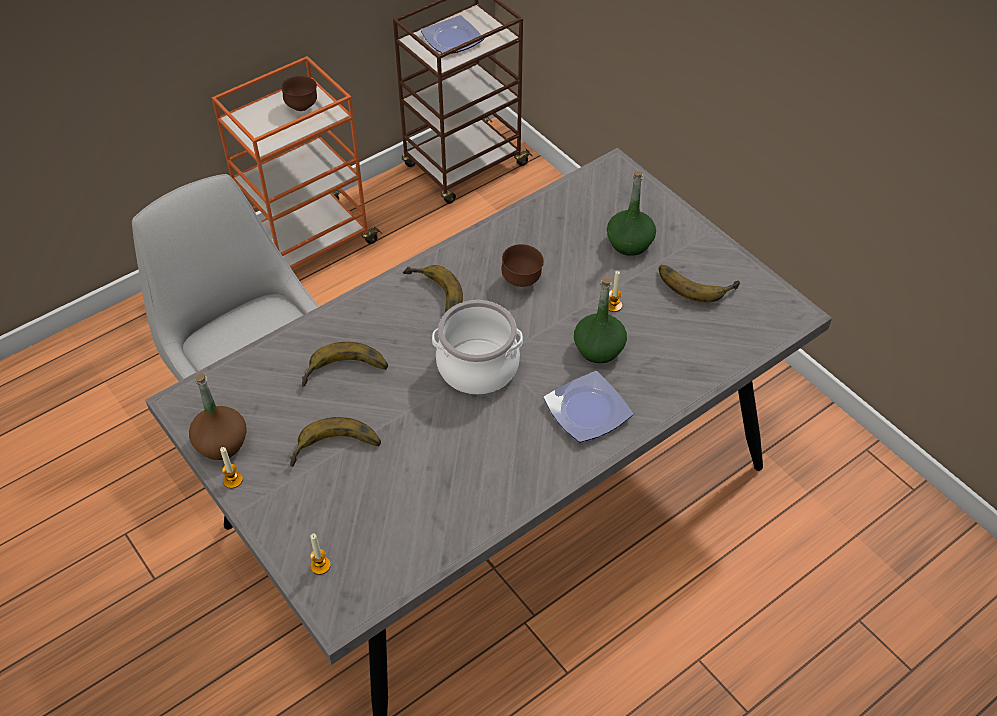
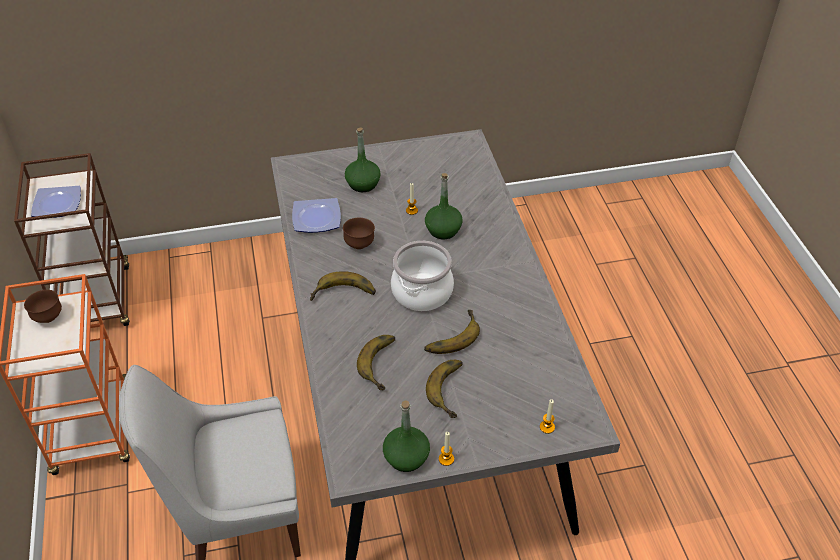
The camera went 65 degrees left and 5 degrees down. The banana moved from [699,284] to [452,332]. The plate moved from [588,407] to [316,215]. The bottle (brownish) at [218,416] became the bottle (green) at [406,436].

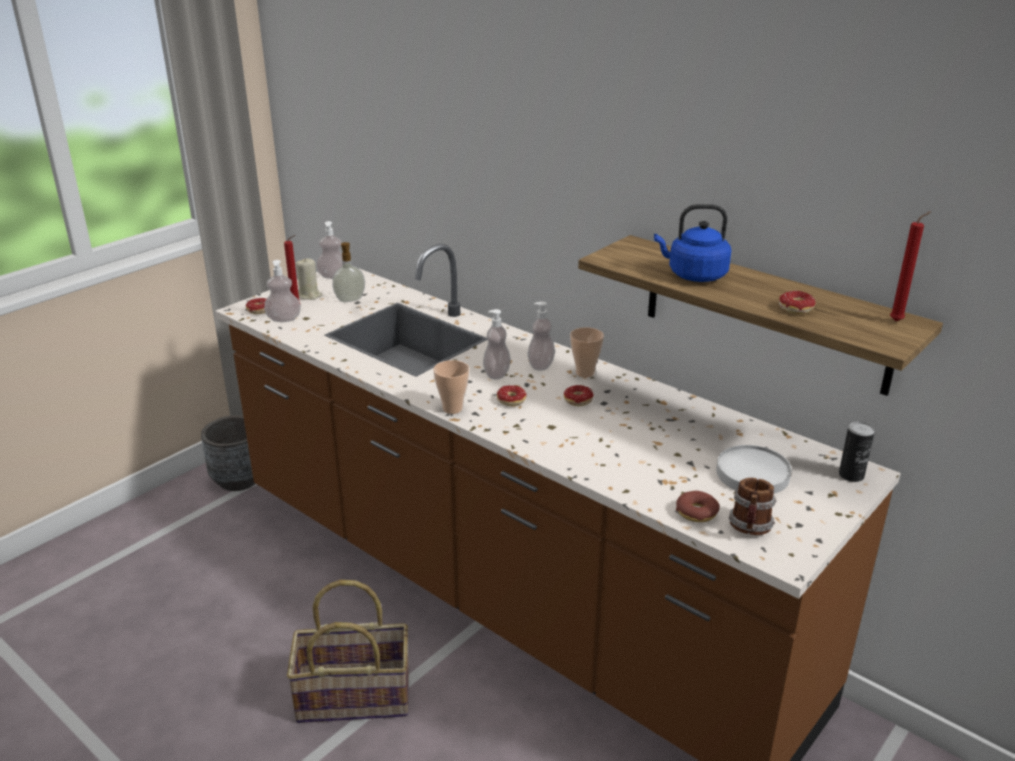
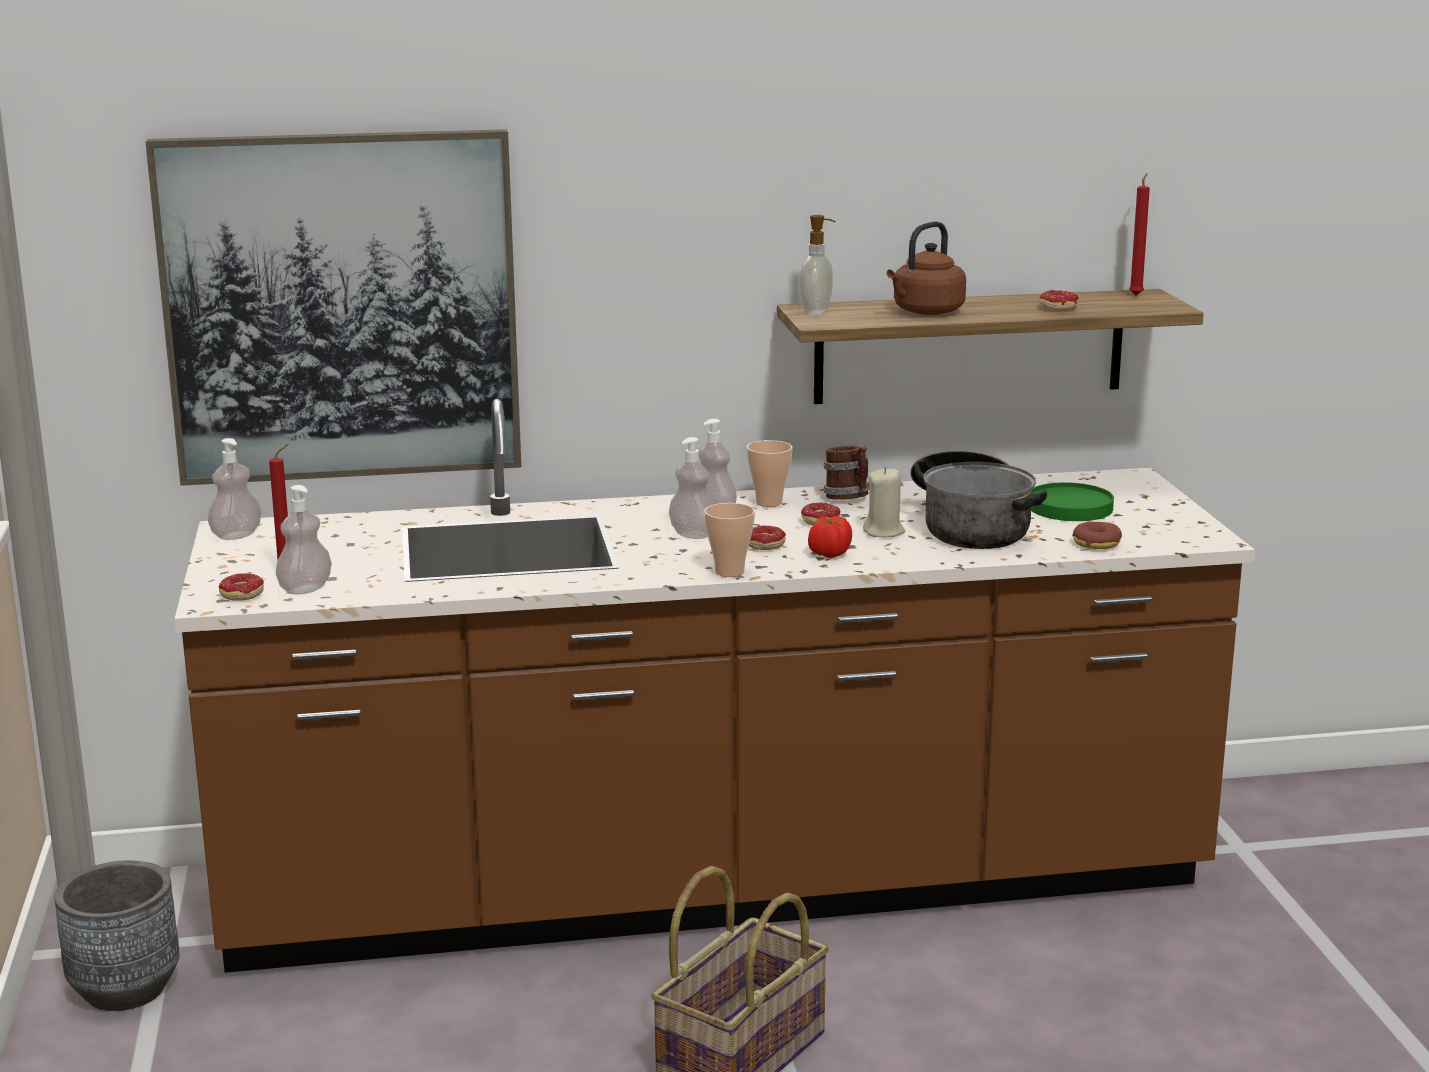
The camera went 50 degrees left and 10 degrees down. The kettle (bluish) at [692,243] became the kettle (brownish) at [926,268]. The soap dispenser moved from [348,272] to [818,265]. The candle (beige) moved from [309,279] to [884,502]. The can at [857,452] disappeared. The plate (white-coloured) at [754,469] became the plate (green) at [1072,501]. The coffee mug moved from [753,506] to [846,473]. The wall picture at [333,308] appeared. The stockpot at [978,499] appeared. The fresh tomato at [830,537] appeared.

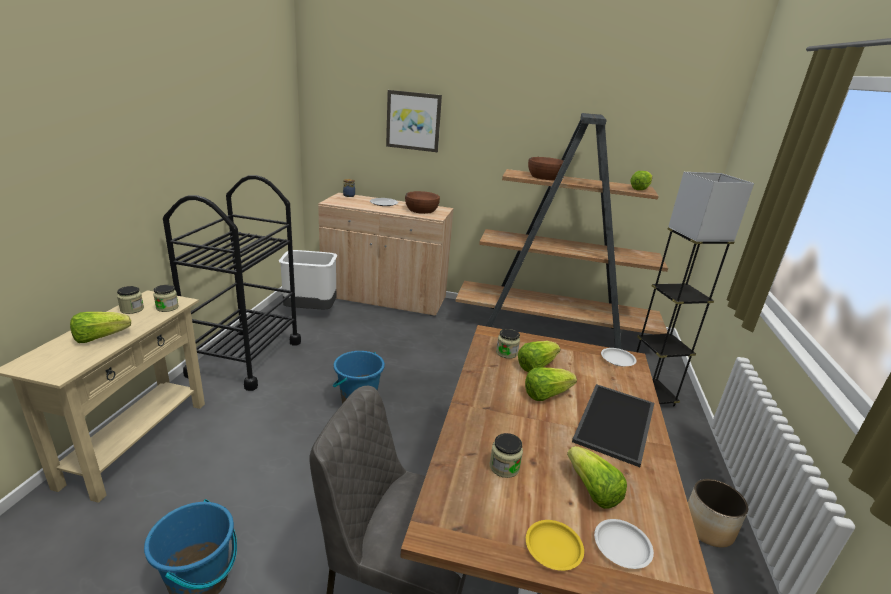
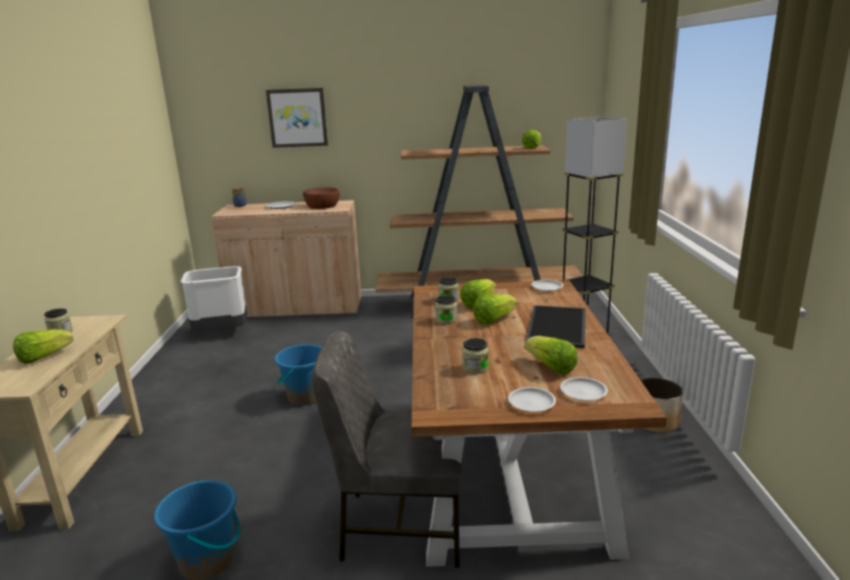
The camera went 10 degrees left and 5 degrees down. The deep dish (brownish) at [546,168] disappeared. The trolley (black) at [232,283] disappeared. The jar moved from [166,298] to [446,309]. The plate (yellow-coloured) at [555,545] became the plate (white-coloured) at [532,399].

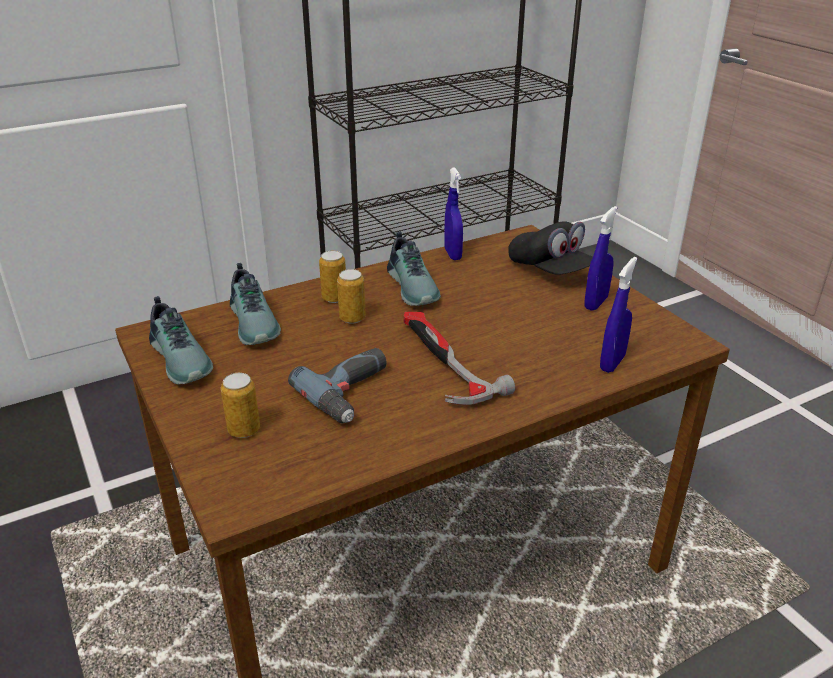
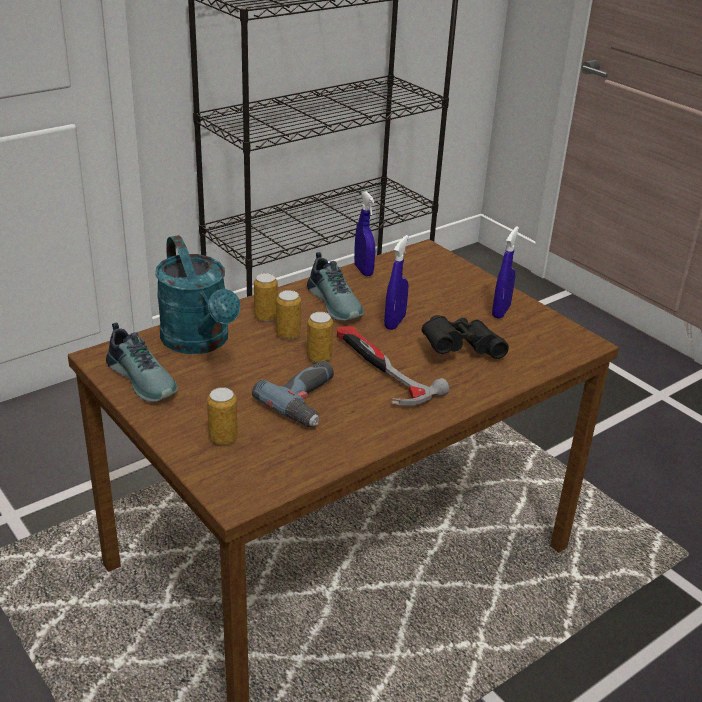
The camera went 10 degrees left and 0 degrees up. The cap (black) at [550,248] disappeared. The spray bottle (bluish) moved from [618,315] to [396,282]. The low shoe at [255,304] was replaced by the sprinkling can (turquoise) at [197,294]. The can at [320,337] appeared. The pair of binoculars (black) at [465,337] appeared.

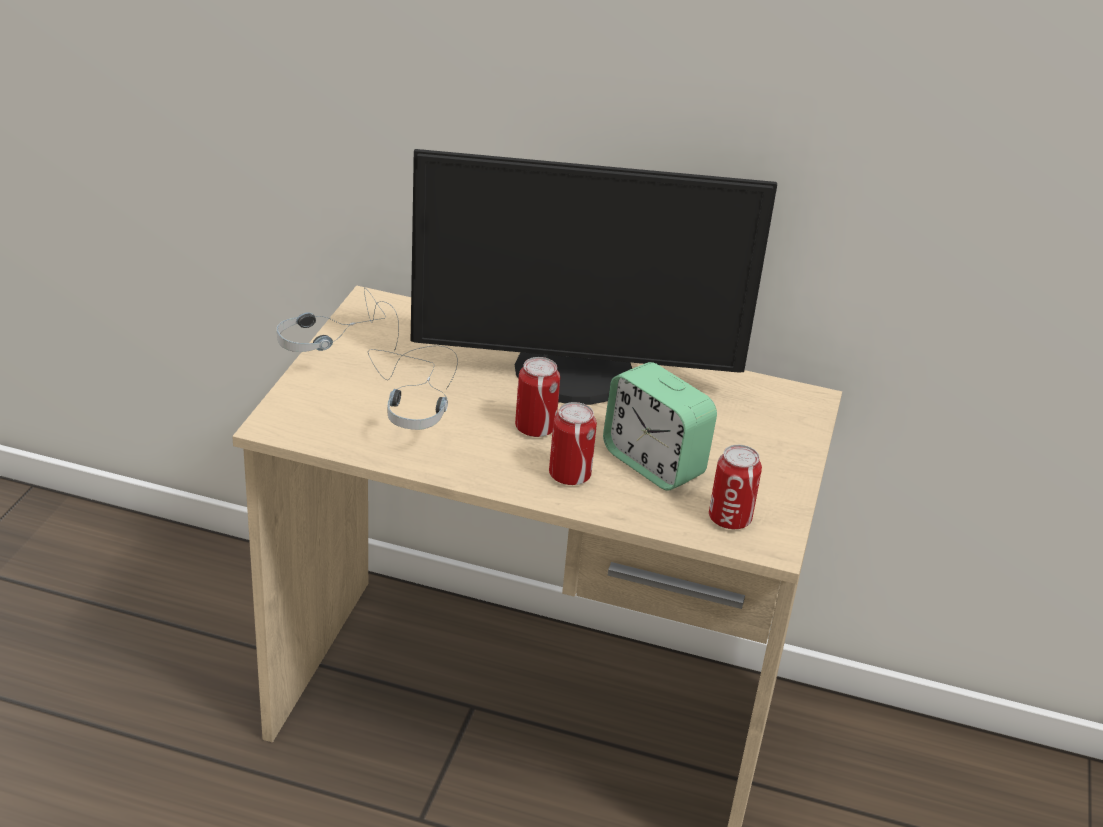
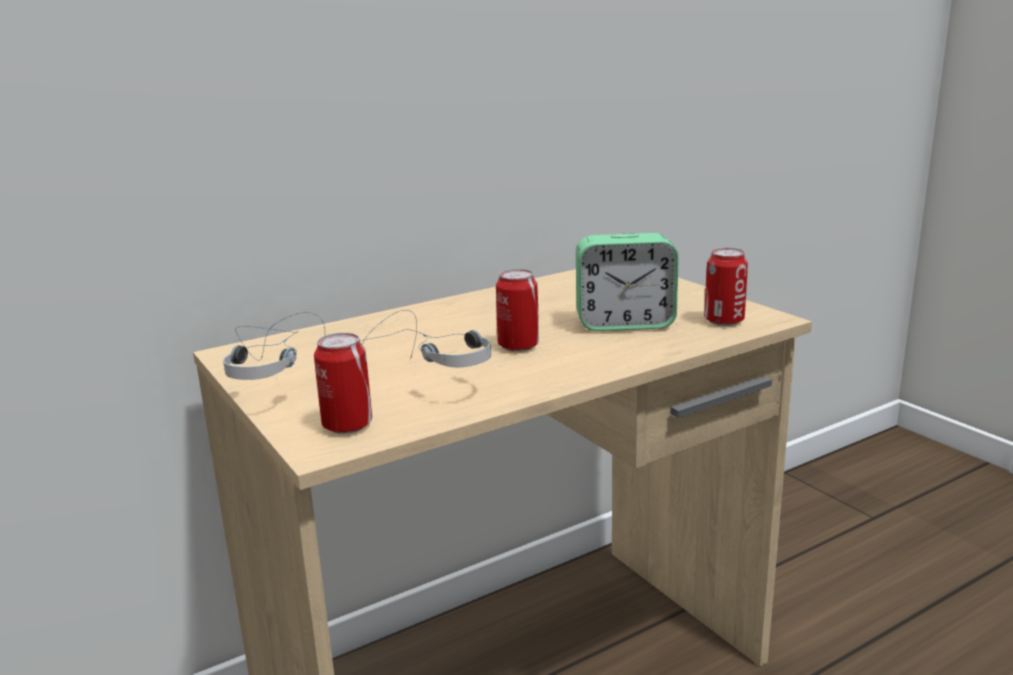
The camera went 45 degrees left and 15 degrees down. The computer screen at [594,277] disappeared. The can moved from [573,443] to [343,383].

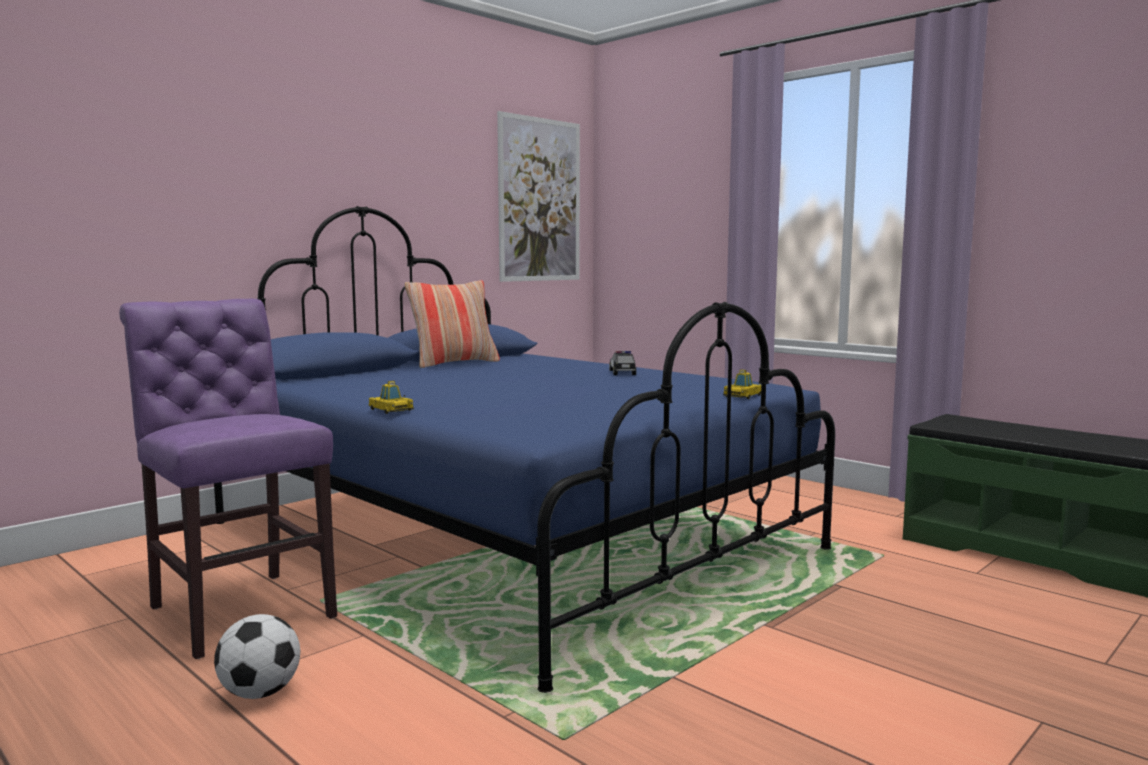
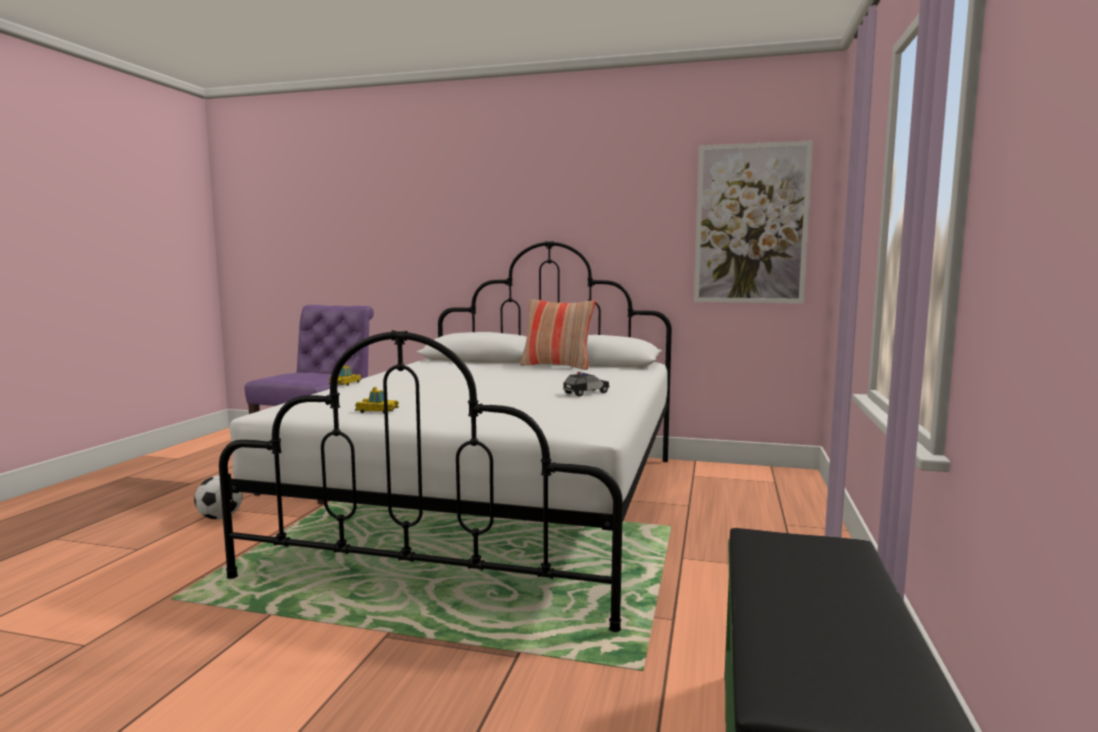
The camera went 60 degrees right and 0 degrees up. The bedroom bed (bluish) at [524,449] became the bedroom bed (white-coloured) at [445,436]. The toy car moved from [742,384] to [377,400].

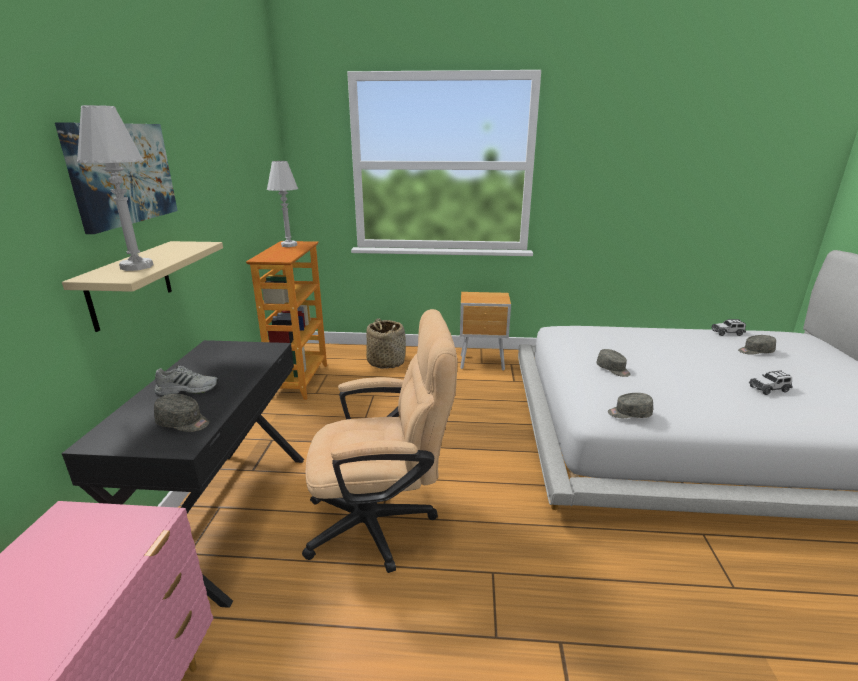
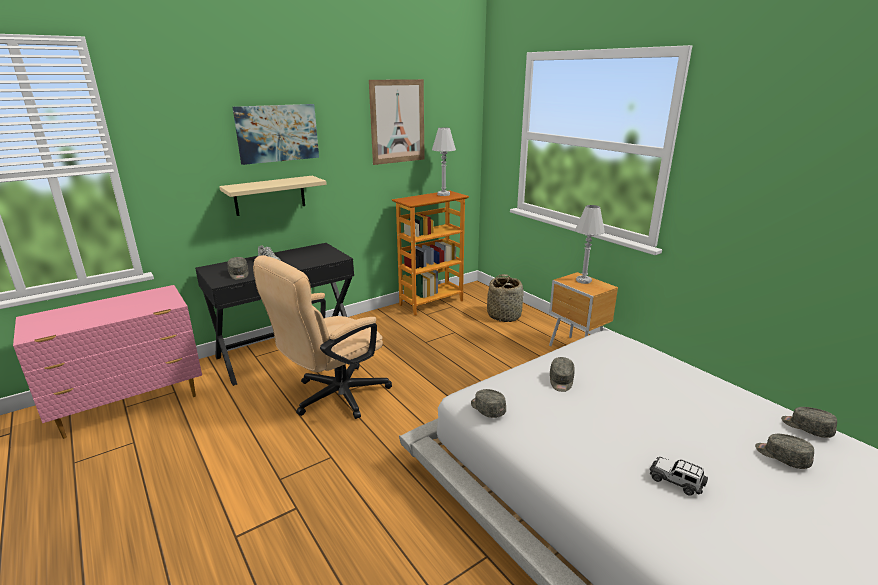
The camera went 50 degrees right and 0 degrees up. The lamp for a table (white-coloured) moved from [115,188] to [590,244]. The desk chair (beige) at [379,441] turned 90 degrees clockwise. The toy car at [728,327] was replaced by the cap (greyish) at [809,422]. The wall picture at [397,122] appeared.

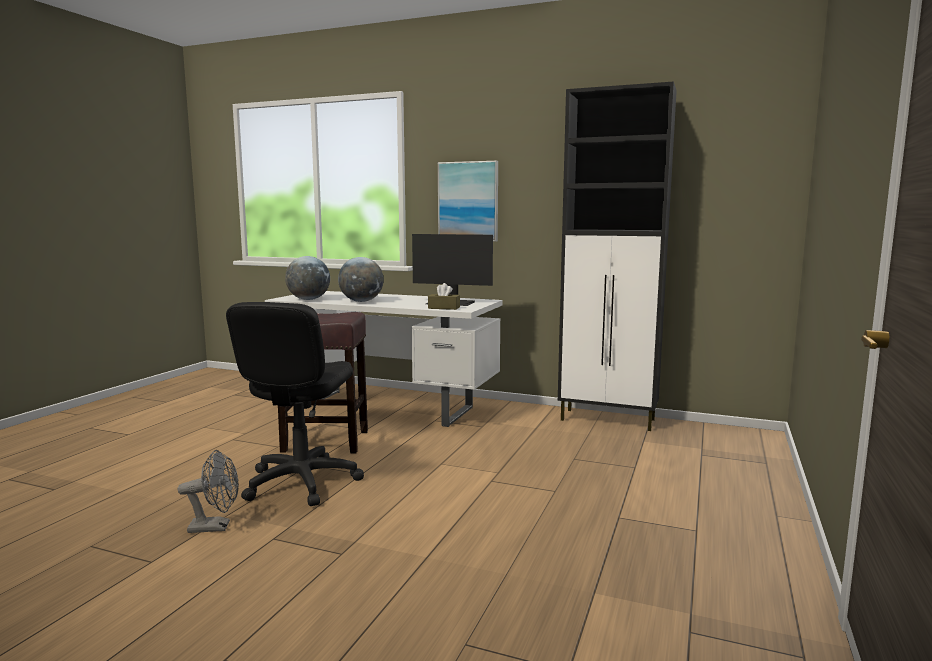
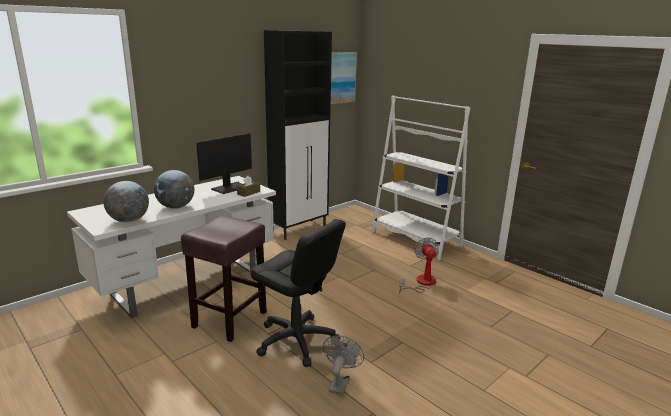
The camera went 65 degrees left and 10 degrees up. The wall picture moved from [468,201] to [344,78]. The bookshelf (white-coloured) at [421,178] appeared. The cooling fan at [418,265] appeared.

